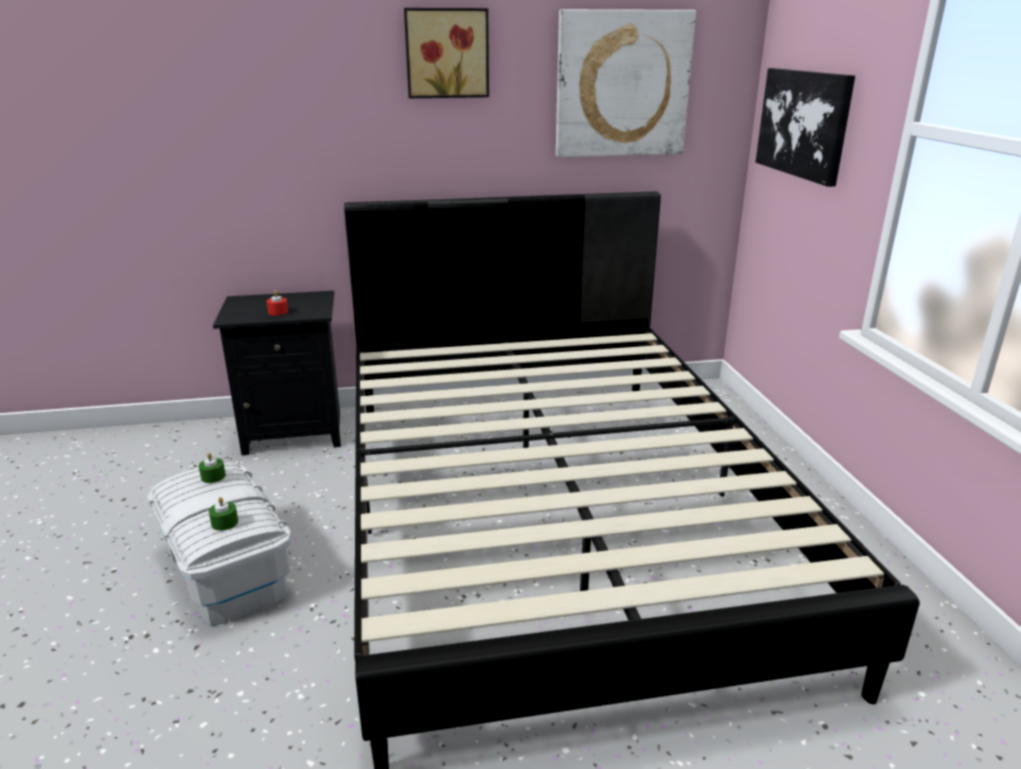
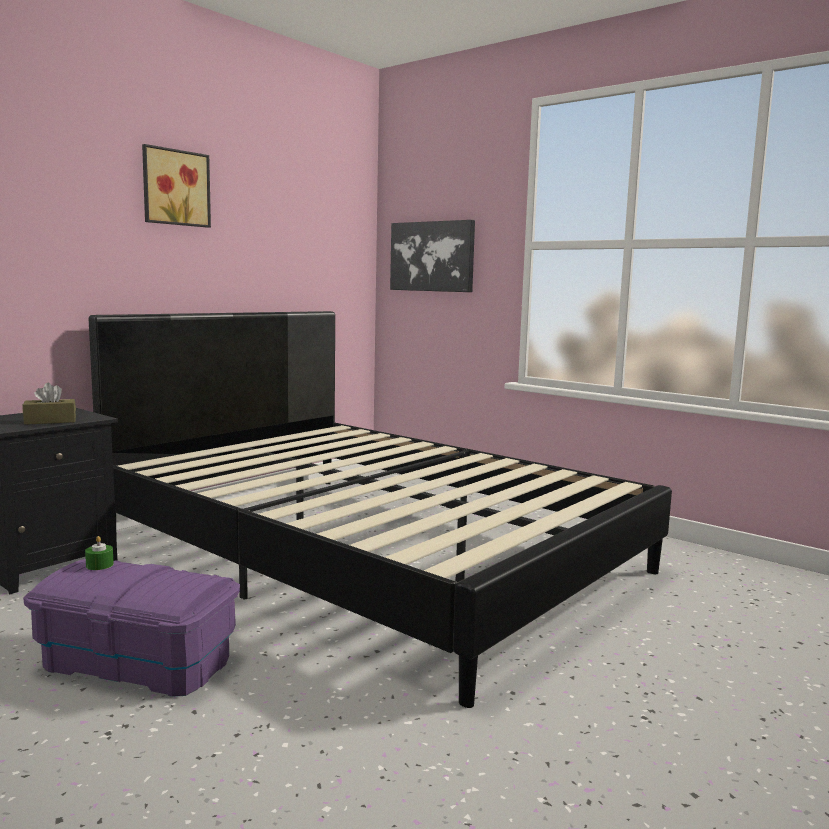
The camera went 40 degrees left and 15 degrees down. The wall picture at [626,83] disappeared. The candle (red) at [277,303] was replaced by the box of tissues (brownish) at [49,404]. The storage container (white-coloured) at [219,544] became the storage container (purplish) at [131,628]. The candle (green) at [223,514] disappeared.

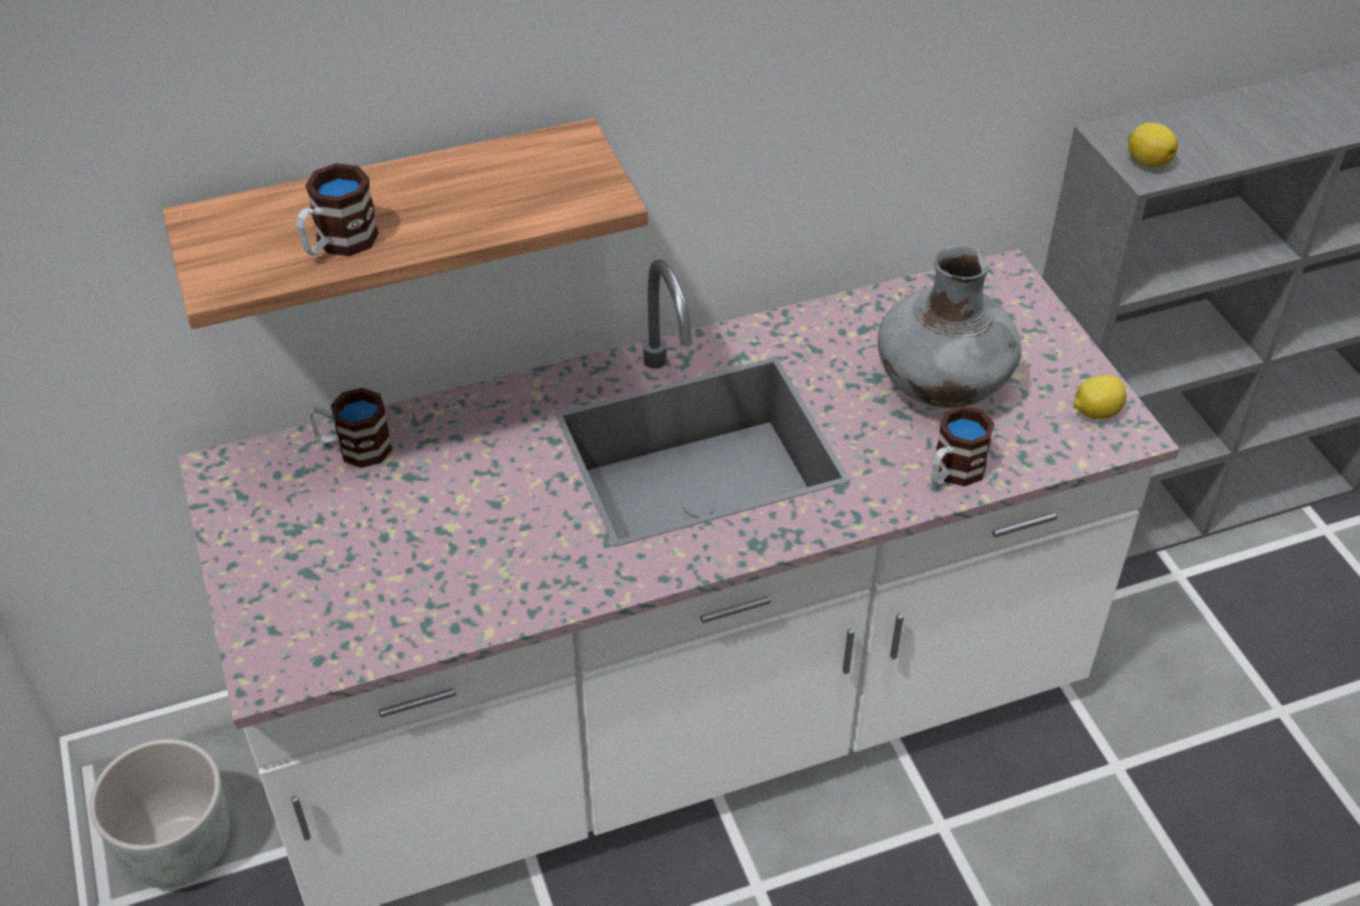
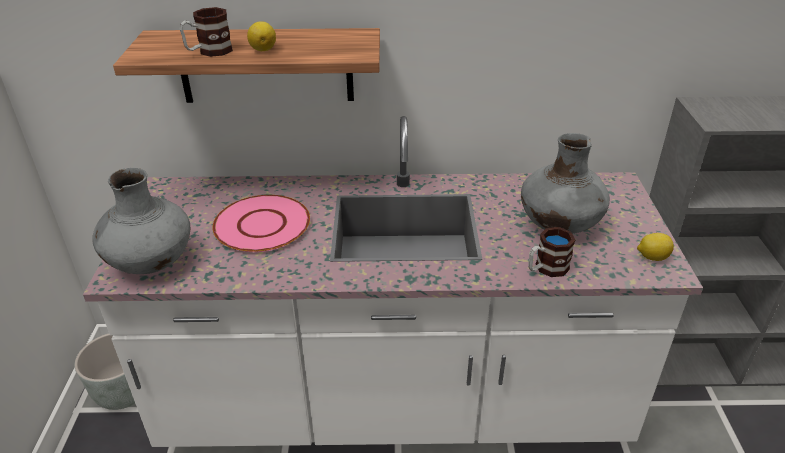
The camera went 20 degrees right and 10 degrees down. The whole lemon moved from [1153,145] to [261,36]. The coffee mug at [350,428] disappeared. The decorative vase (greyish) at [141,221] appeared. The plate (pink-coloured) at [261,223] appeared.

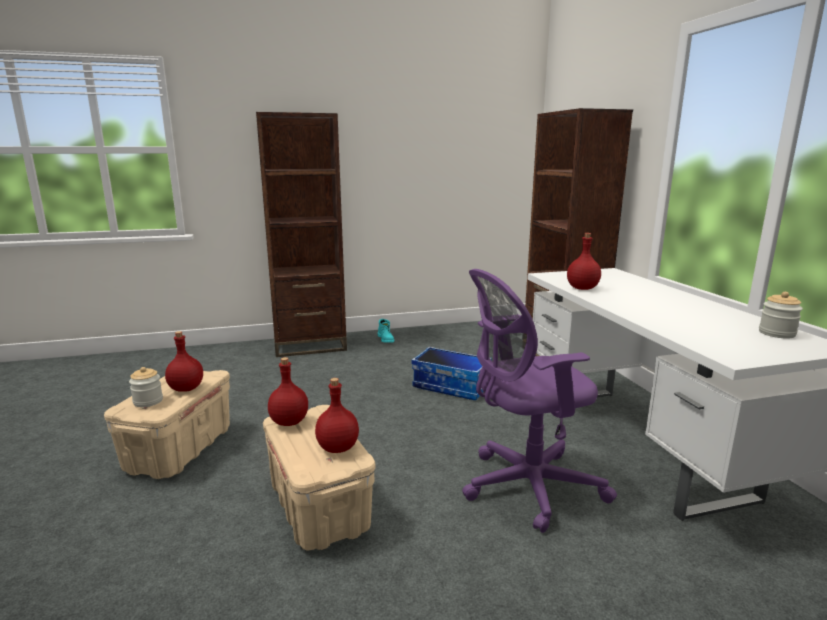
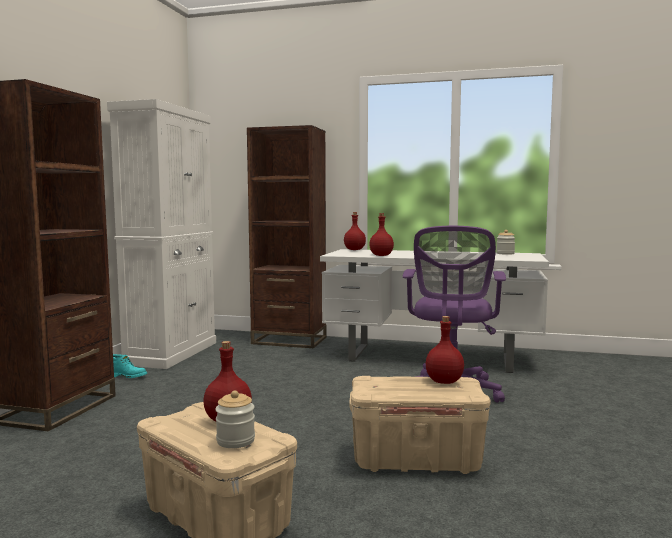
The camera went 60 degrees left and 10 degrees down. The storage container at [448,373] disappeared. The bottle (red) moved from [288,391] to [355,231]. The storage cabinet (white-coloured) at [161,234] appeared.

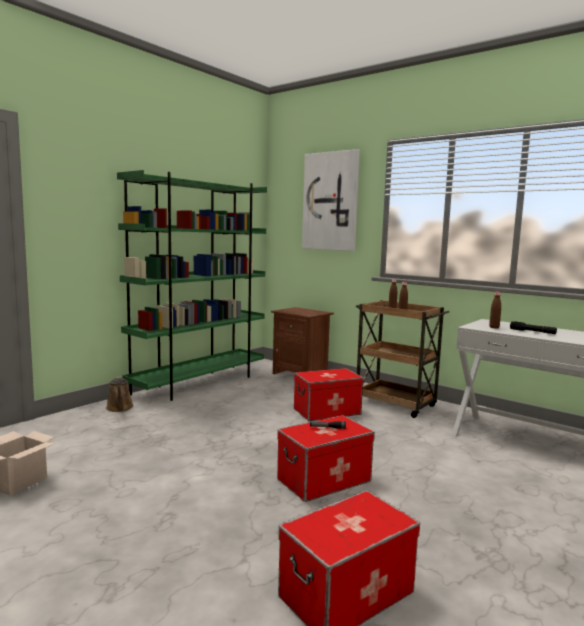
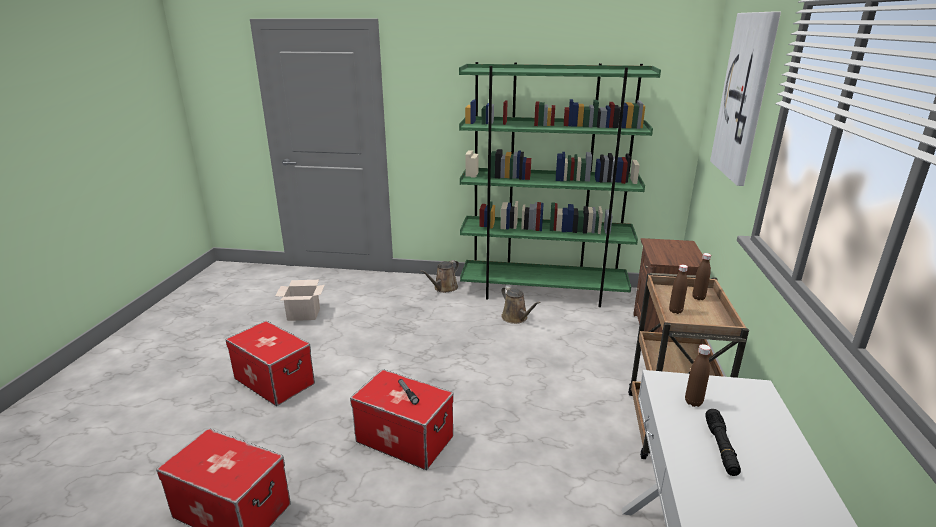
The camera went 60 degrees right and 15 degrees up. The storage container moved from [329,394] to [270,363]. The sprinkling can (brownish) at [521,305] appeared.

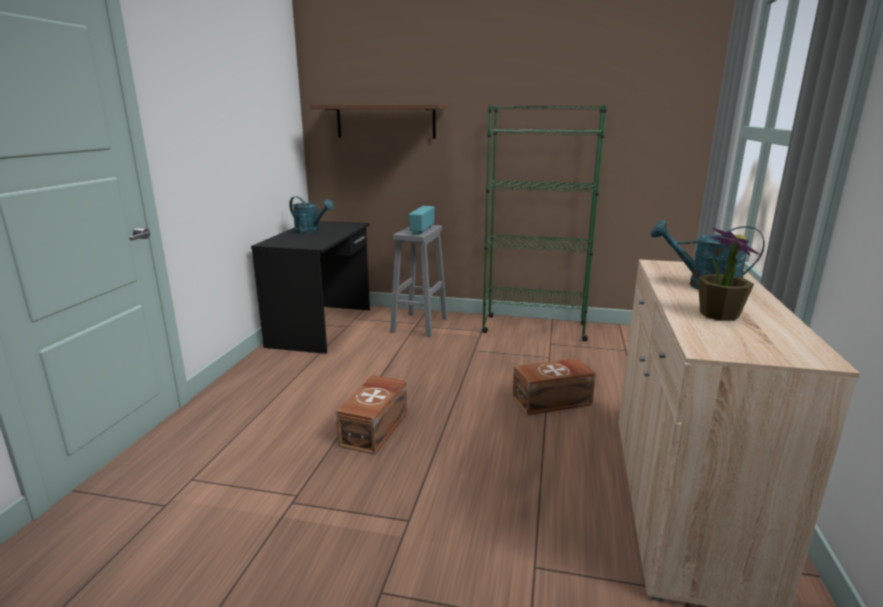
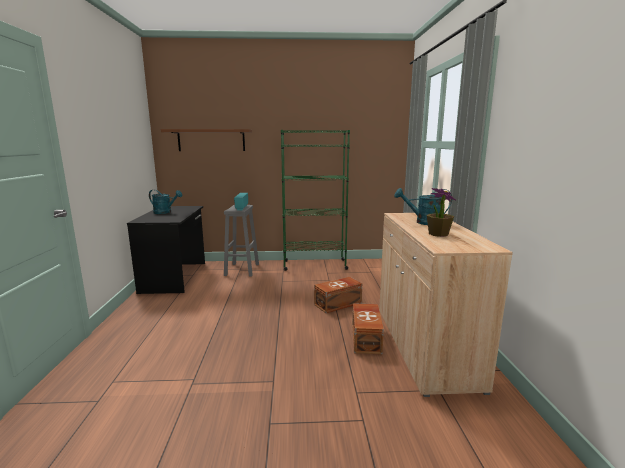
The camera went 15 degrees left and 5 degrees down. The storage container (brownish) moved from [371,415] to [368,328].

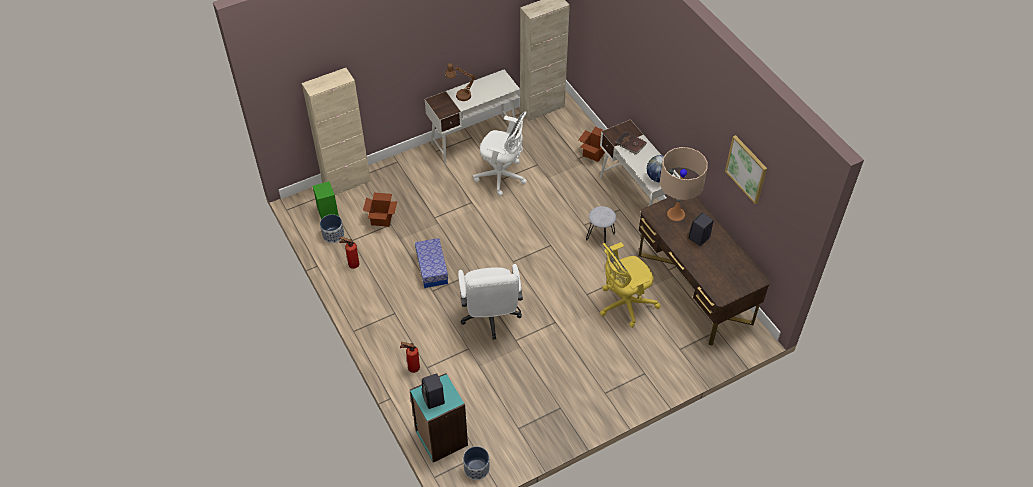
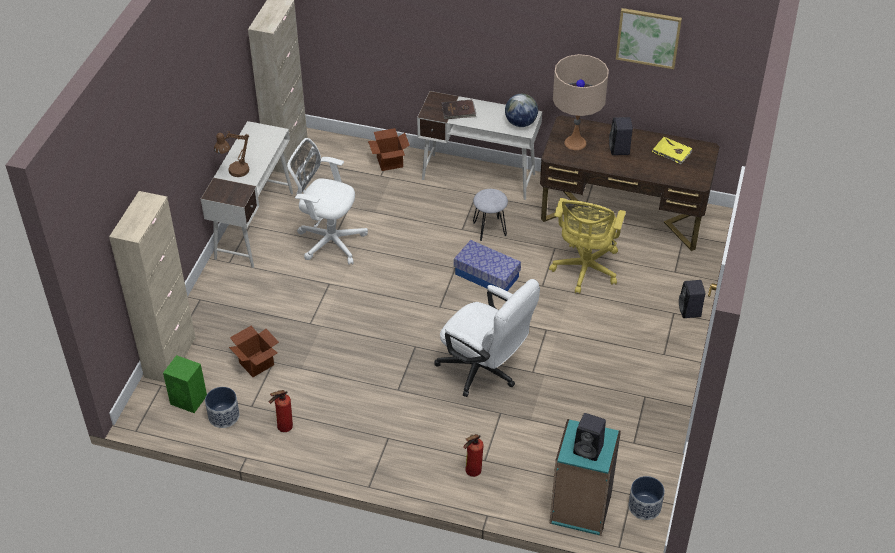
The camera went 45 degrees left and 5 degrees down. The desk chair (white-coloured) at [500,154] turned 135 degrees counterclockwise. The storage container moved from [431,263] to [487,265]. The volume (yellow-coloured) at [672,151] appeared. The speaker (black) at [692,299] appeared.

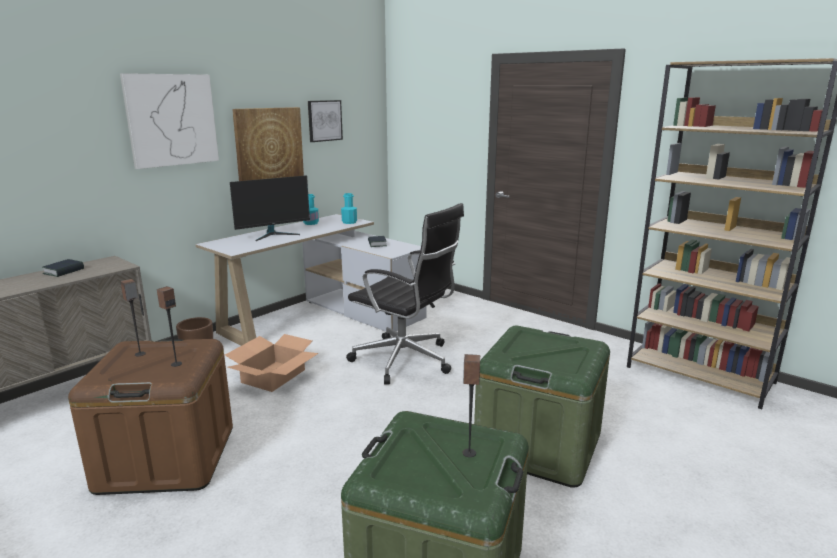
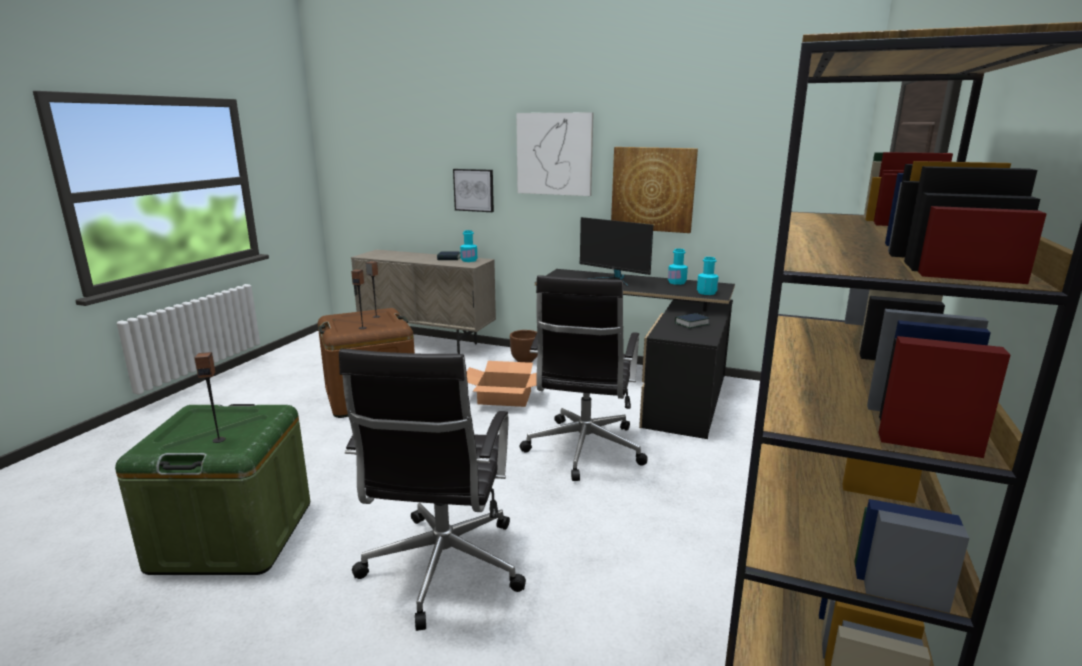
The camera went 70 degrees right and 0 degrees up. The wall picture moved from [325,121] to [473,190]. The desk unit (white-coloured) at [311,280] became the desk unit (black) at [635,354]. The storage container (green) at [542,407] was replaced by the desk chair (black) at [432,490]. The bottle (turquoise) at [468,246] appeared.

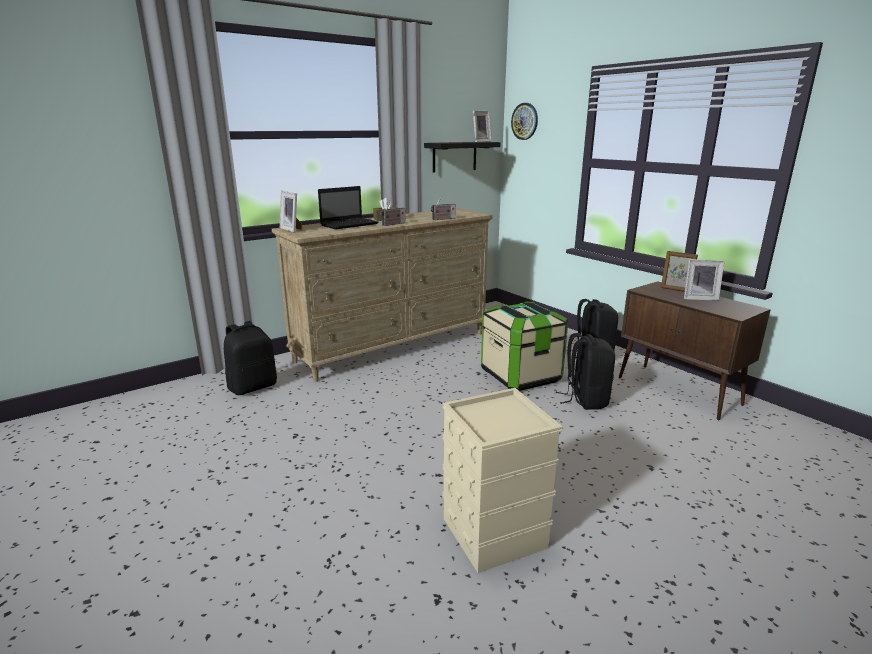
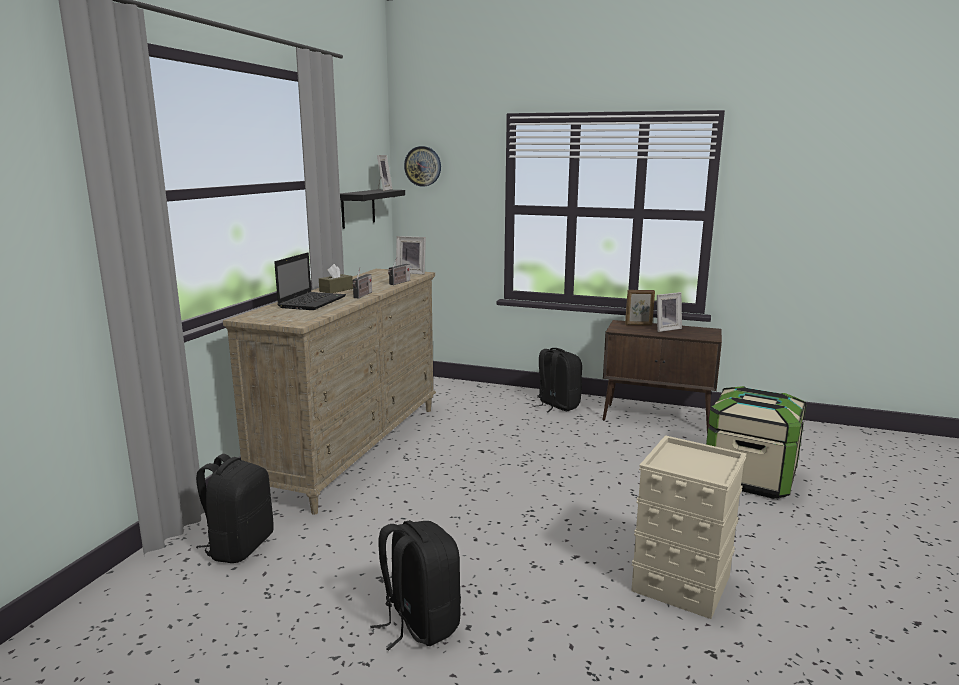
The camera went 35 degrees left and 5 degrees down. The picture frame moved from [291,211] to [411,255]. The storage container moved from [524,346] to [756,442]. The backpack (black) moved from [585,371] to [415,585].

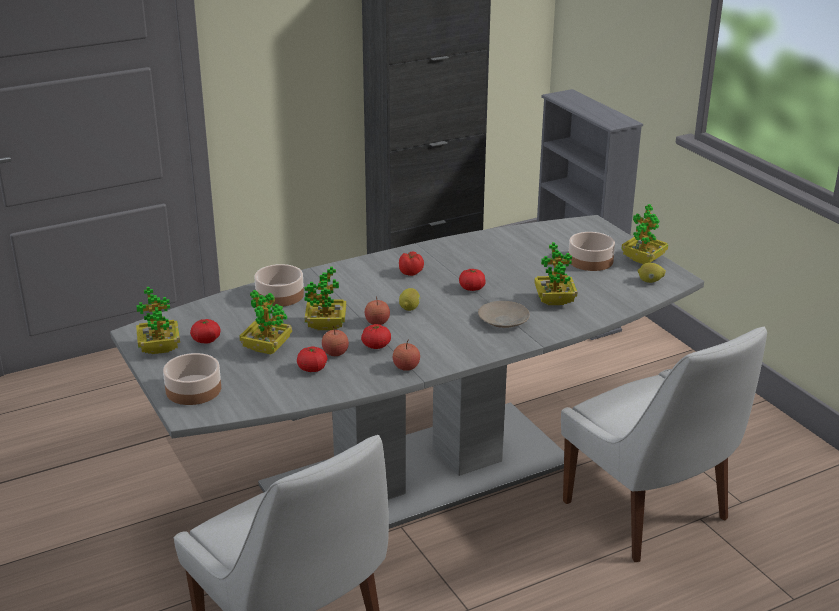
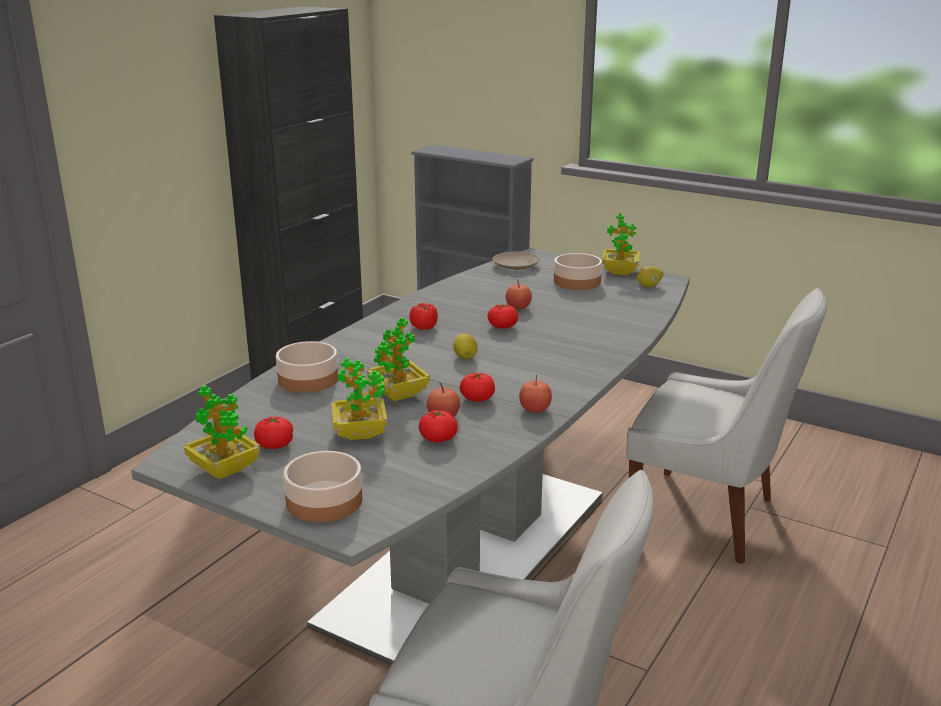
The camera went 30 degrees left and 5 degrees down. The houseplant at [555,273] disappeared. The apple fruit moved from [377,310] to [519,294]. The plate (beige) moved from [504,314] to [516,260].

